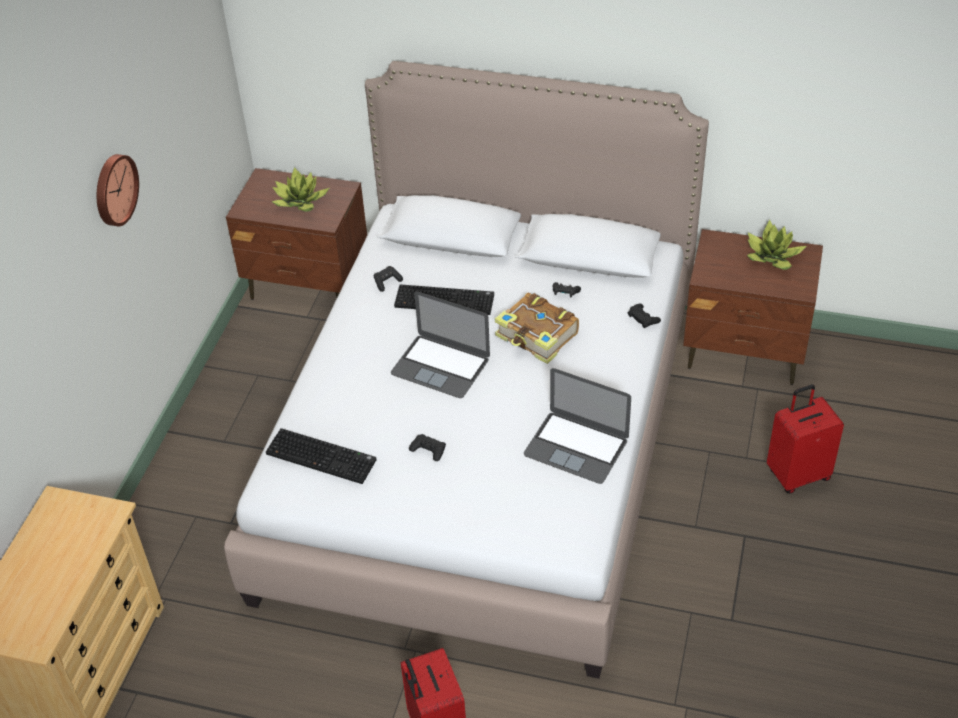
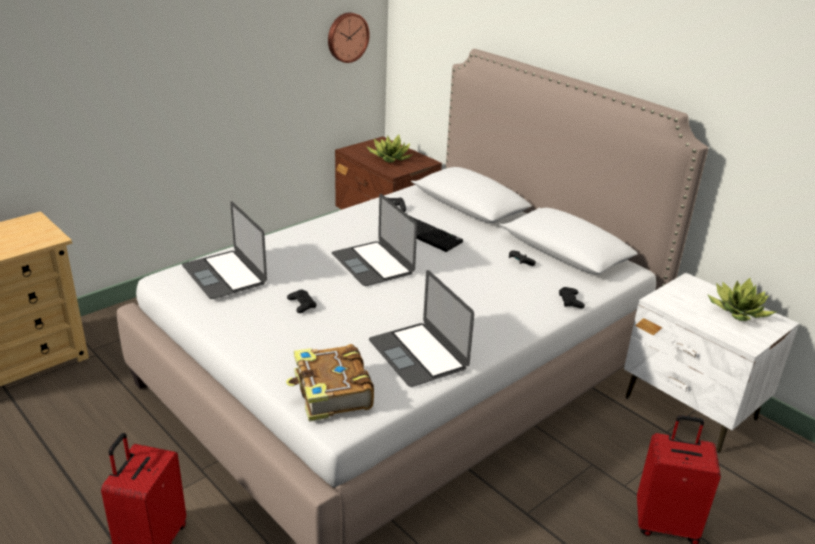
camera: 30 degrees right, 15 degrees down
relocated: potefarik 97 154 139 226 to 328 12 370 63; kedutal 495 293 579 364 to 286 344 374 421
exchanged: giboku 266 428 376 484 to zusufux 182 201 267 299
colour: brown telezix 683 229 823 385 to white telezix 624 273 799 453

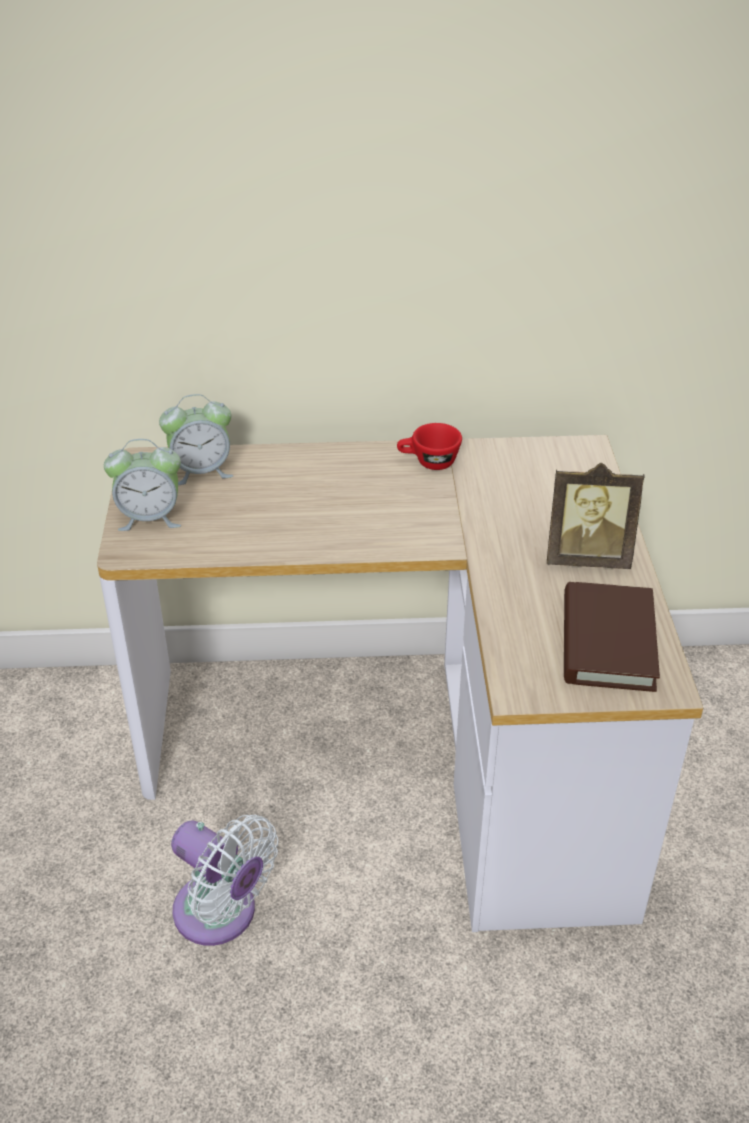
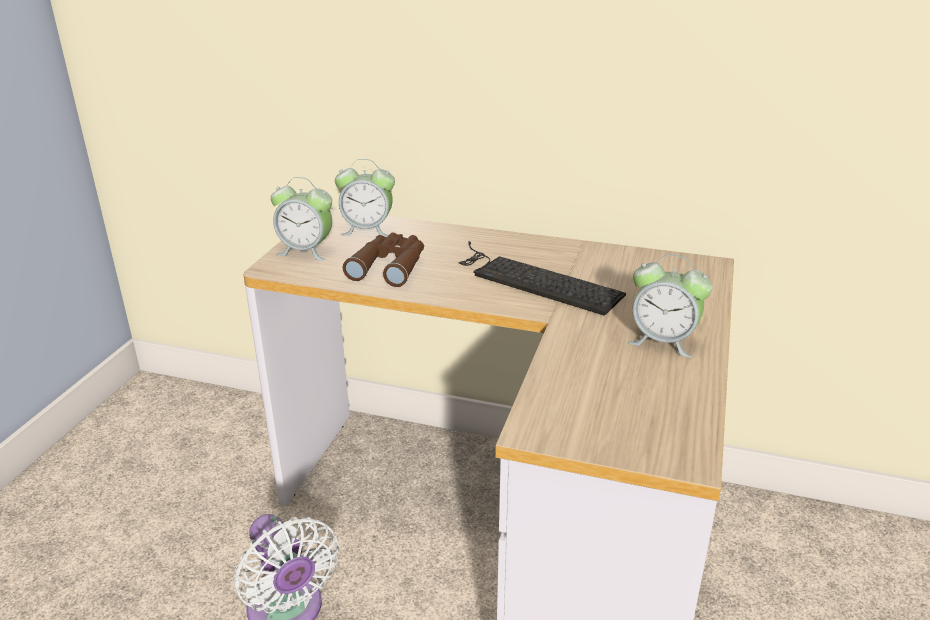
camera: 20 degrees right, 10 degrees down
missing: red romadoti 397 423 462 470; brown kedutal 564 582 660 692
appeared: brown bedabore 343 232 424 287; giboku 459 241 626 316
exchanged: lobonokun 547 463 645 569 to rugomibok 628 254 713 358

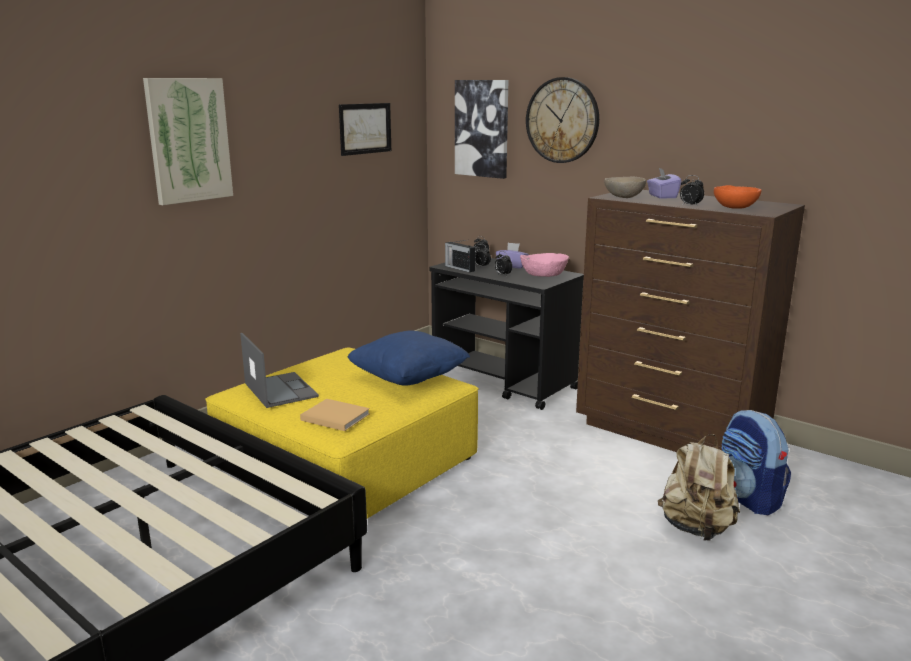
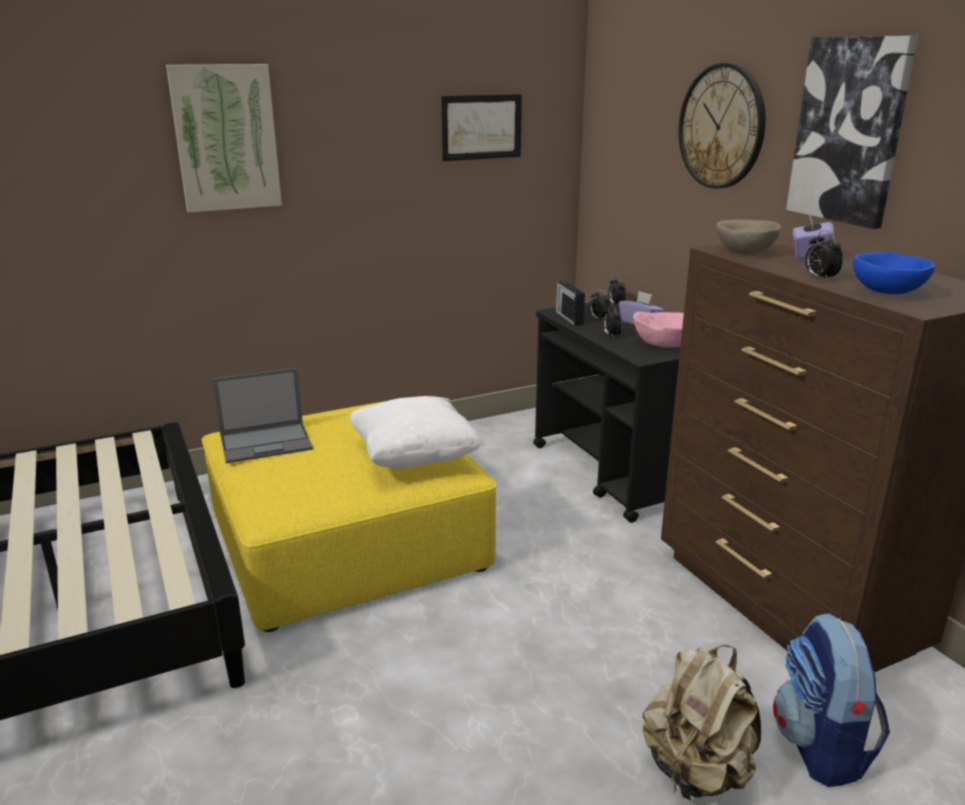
camera: 25 degrees right, 5 degrees up
missing: beige kedutal 300 399 370 431
relocated: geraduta 455 80 508 179 to 786 36 918 229
colour: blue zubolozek 348 330 470 386 to white zubolozek 349 396 484 468; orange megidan 714 185 762 209 to blue megidan 853 252 935 294
spun: zusufux 240 333 319 408 = 213 368 313 463 75 degrees clockwise

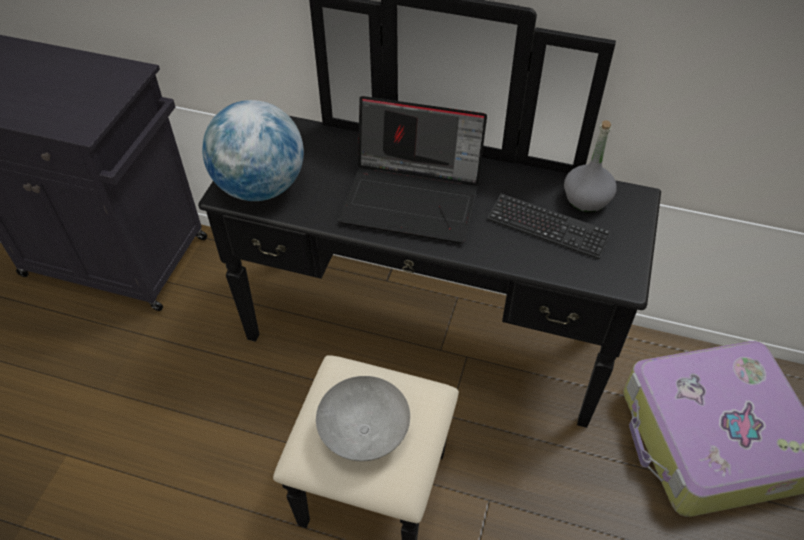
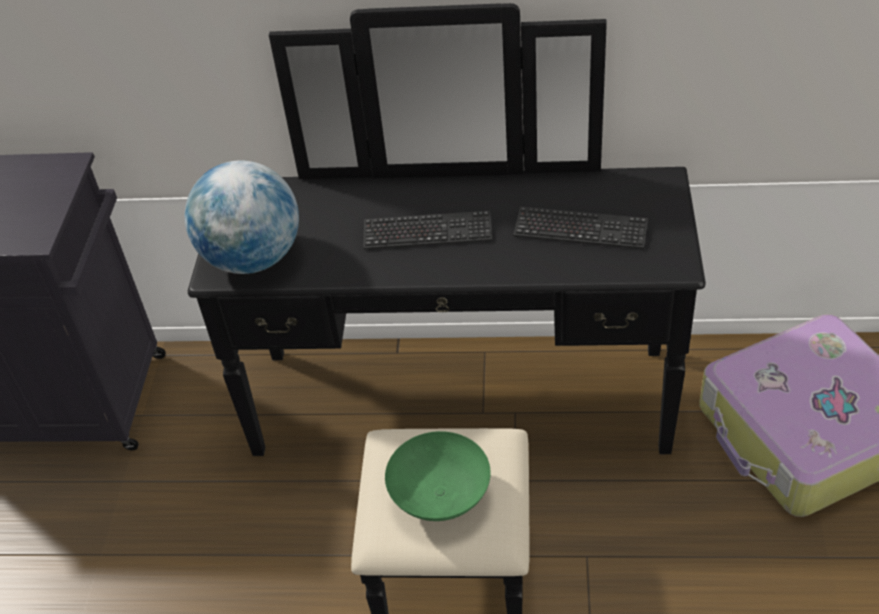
camera: 10 degrees left, 5 degrees down
missing: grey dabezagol 564 120 617 212
exchanged: zusufux 339 96 487 244 to giboku 364 211 492 250
colour: grey megidan 316 376 410 461 to green megidan 385 431 491 521

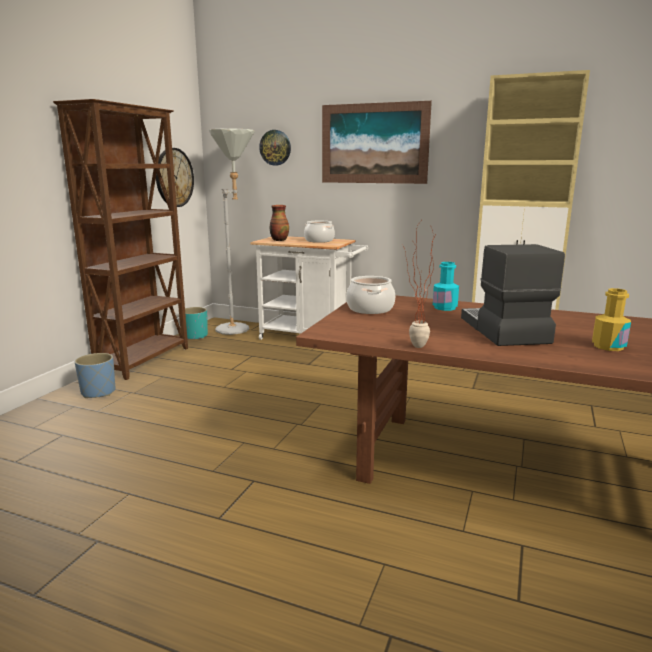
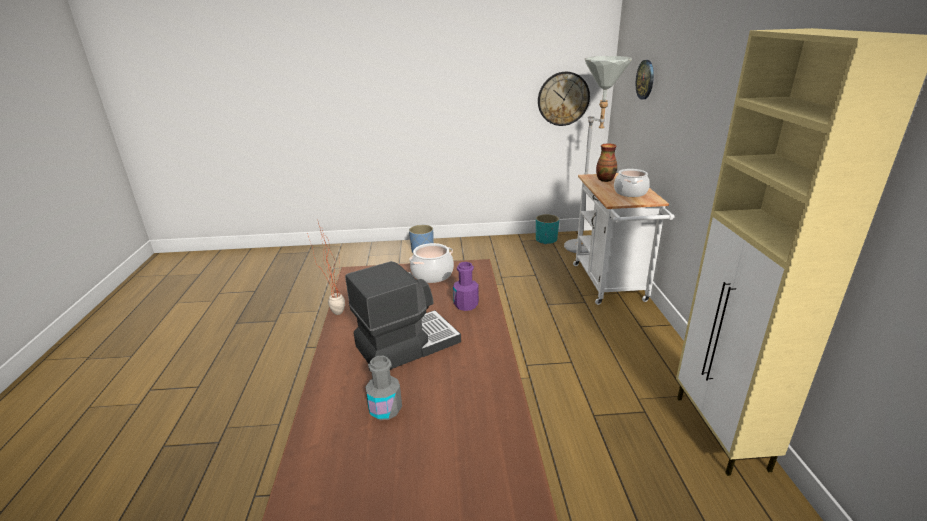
camera: 65 degrees right, 10 degrees up
missing: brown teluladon 53 99 188 380; geraduta 322 101 432 184
colour: turquoise dabezagol 433 262 459 311 to purple dabezagol 453 262 479 311; yellow dabezagol 592 288 631 351 to grey dabezagol 365 356 402 420

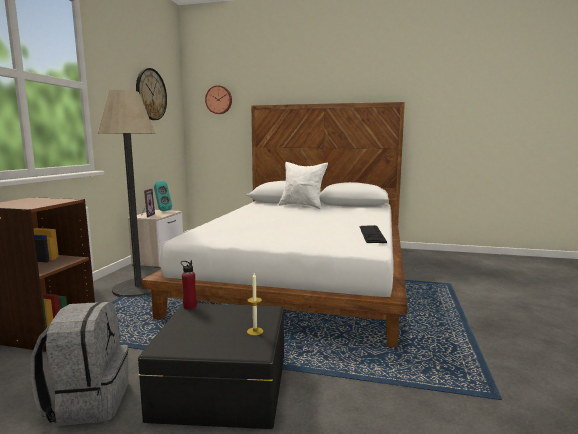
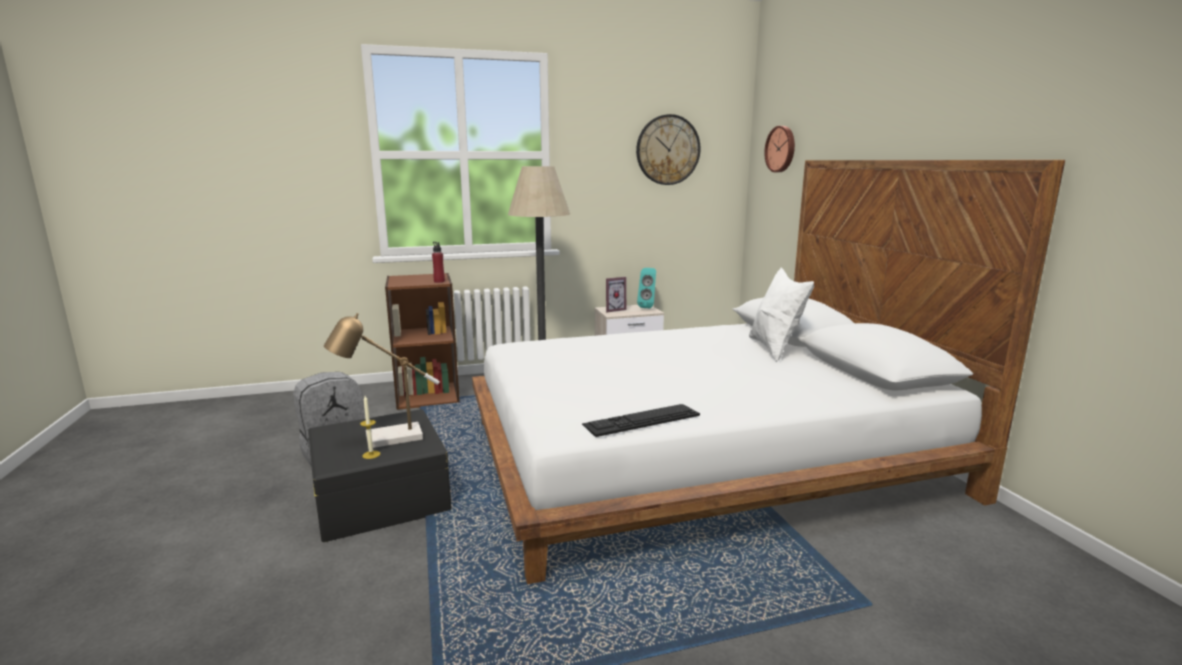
camera: 60 degrees right, 5 degrees up
appeared: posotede 324 313 440 448
relocated: red dabezagol 181 260 197 309 to 432 242 445 283

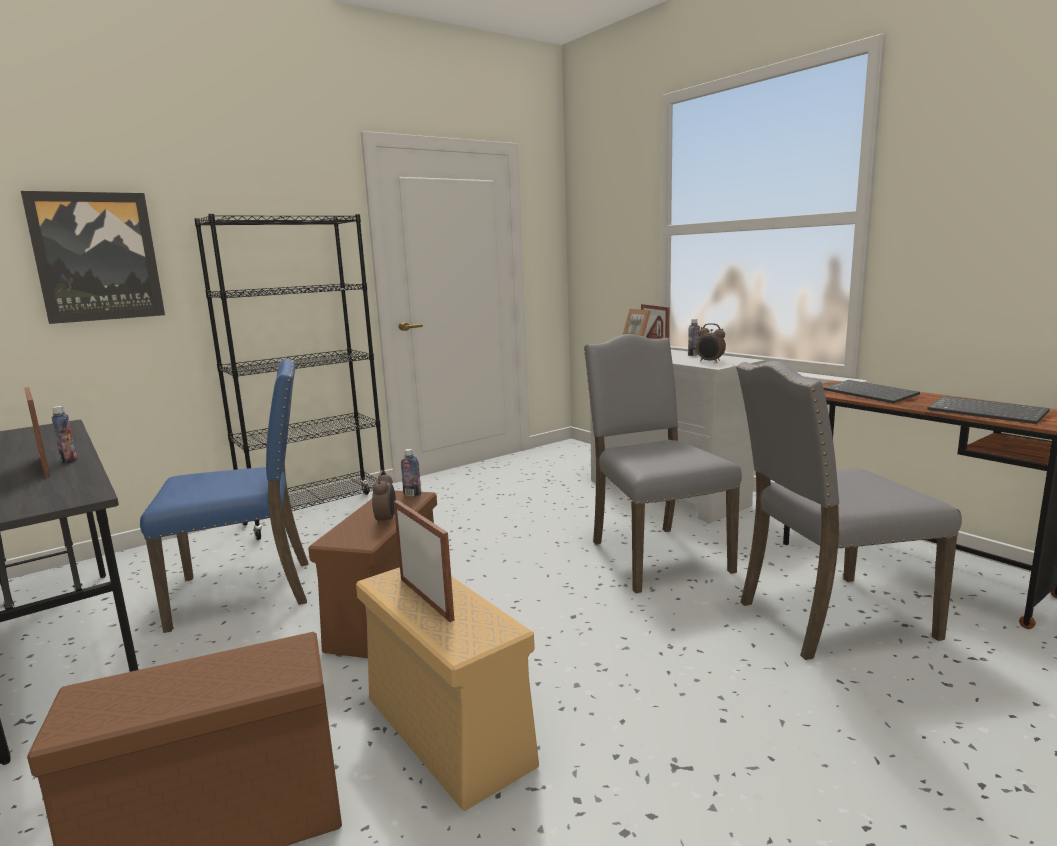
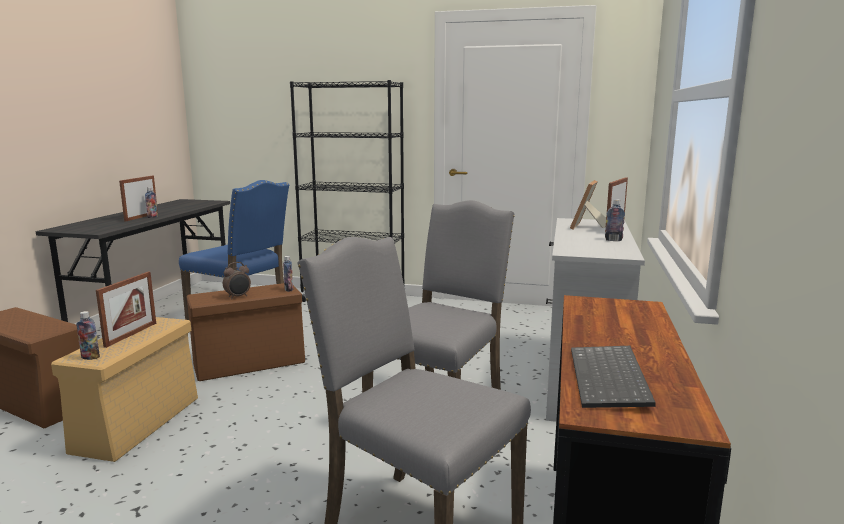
camera: 50 degrees right, 0 degrees up
missing: geraduta 21 191 165 324; rugomibok 696 323 726 363; giboku 823 380 920 404
appeared: dabezagol 77 311 100 360

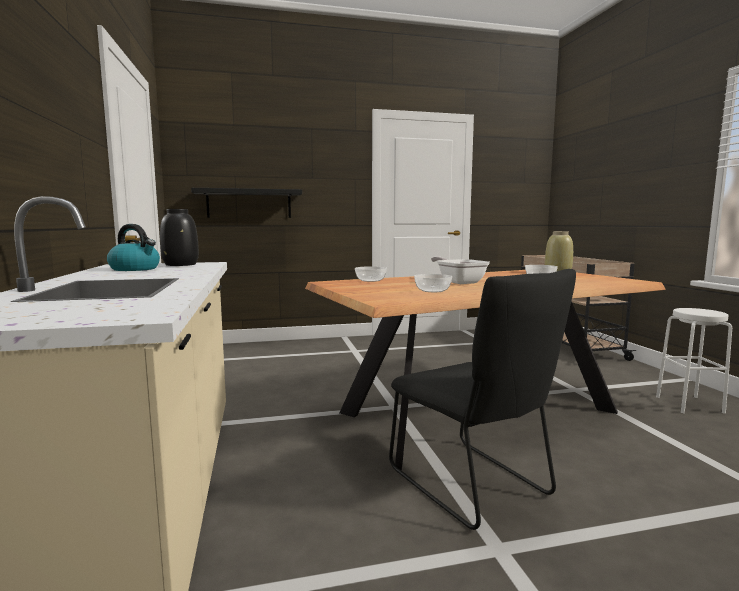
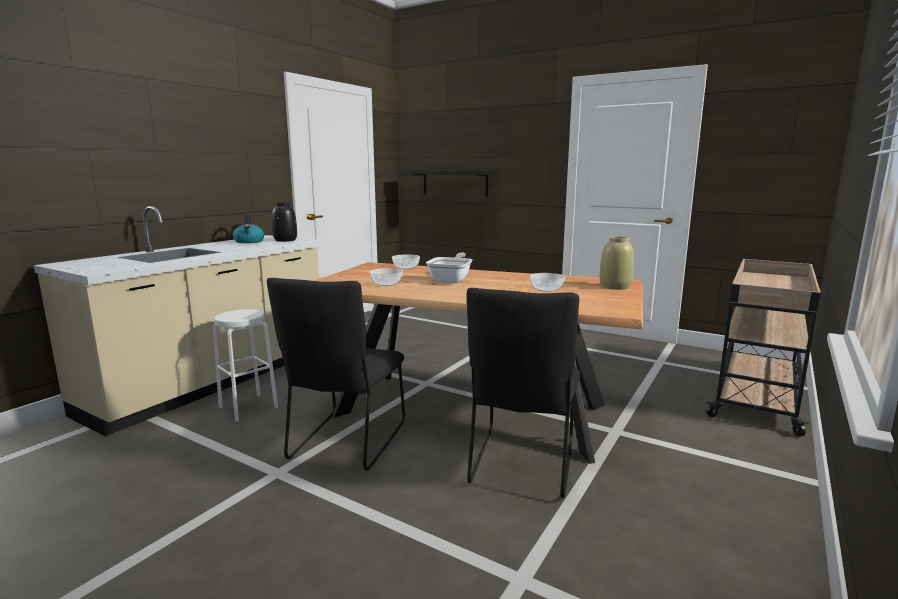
camera: 45 degrees right, 5 degrees up
appeared: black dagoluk 467 288 580 499
relocated: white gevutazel 656 308 732 414 to 213 309 278 421

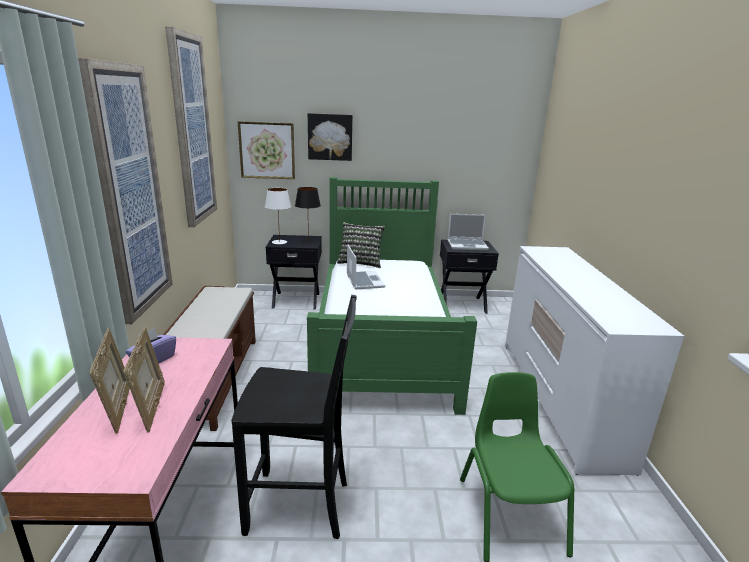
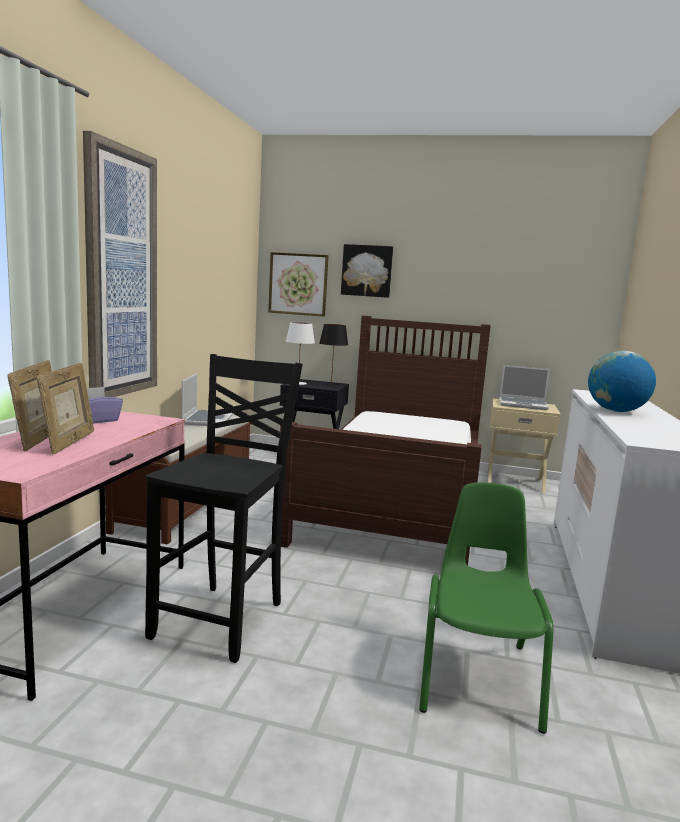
camera: 15 degrees right, 10 degrees down
missing: geraduta 165 26 217 227; zubolozek 337 222 385 268
appeared: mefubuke 588 351 656 412
relocated: zusufux 347 245 386 290 to 181 373 233 426
colour: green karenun 307 177 477 415 to brown karenun 280 316 491 565; black telezix 440 240 499 314 to beige telezix 487 398 561 494
spun: black dagoluk 232 295 357 539 = 145 354 303 663 90 degrees counterclockwise

